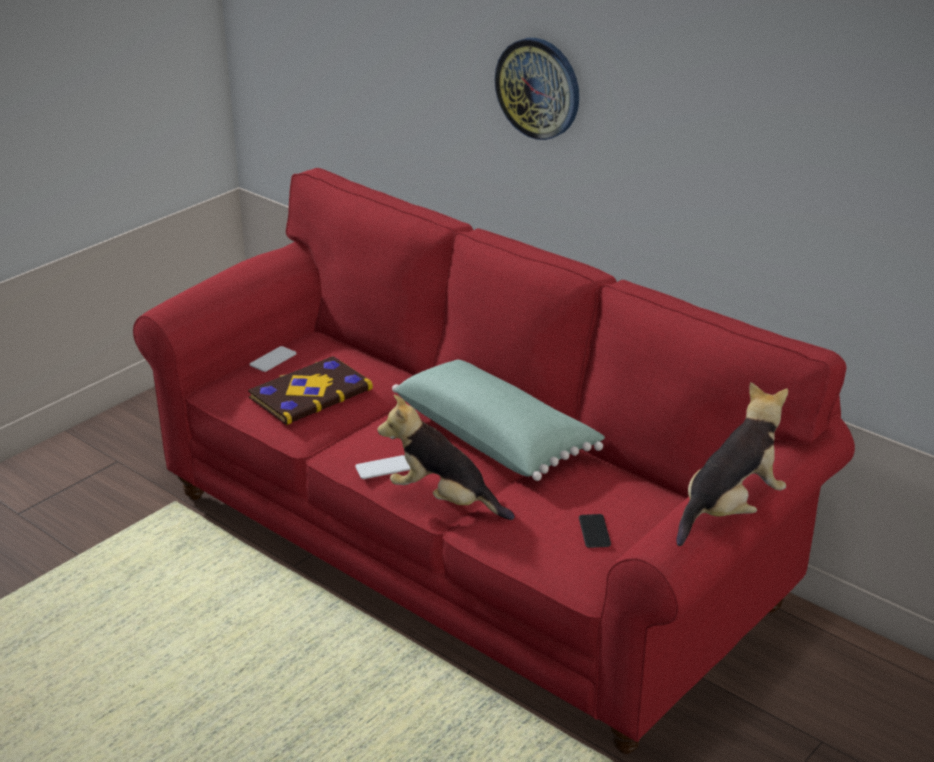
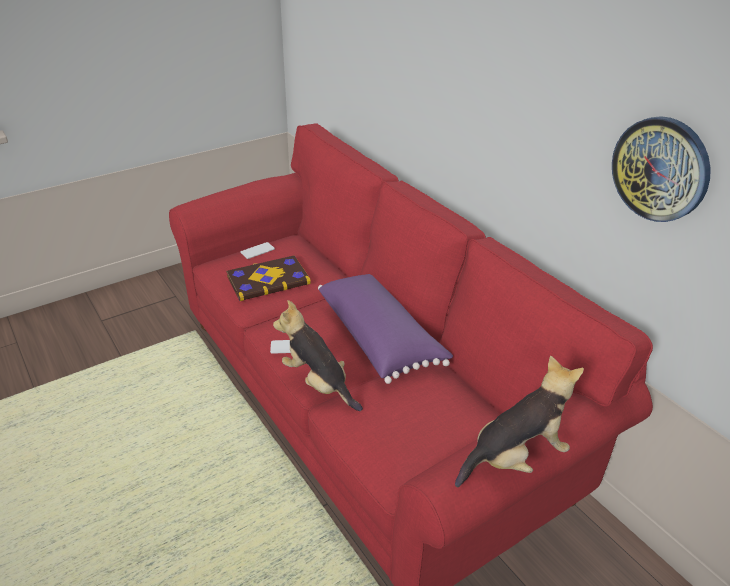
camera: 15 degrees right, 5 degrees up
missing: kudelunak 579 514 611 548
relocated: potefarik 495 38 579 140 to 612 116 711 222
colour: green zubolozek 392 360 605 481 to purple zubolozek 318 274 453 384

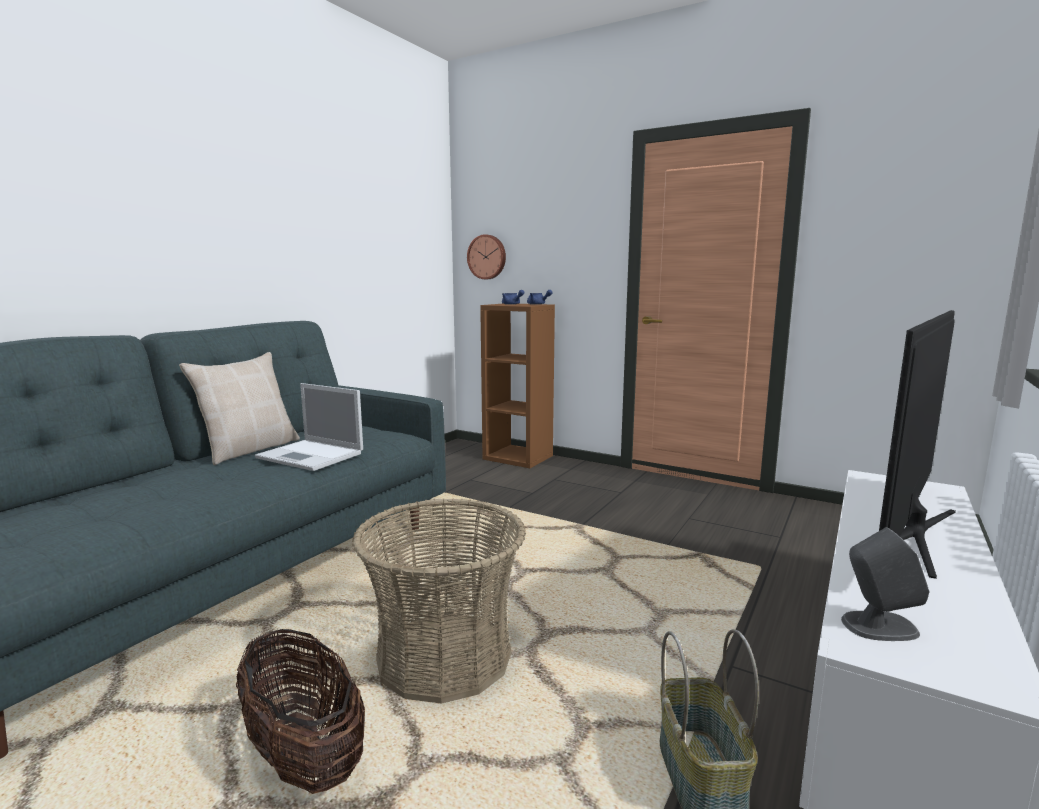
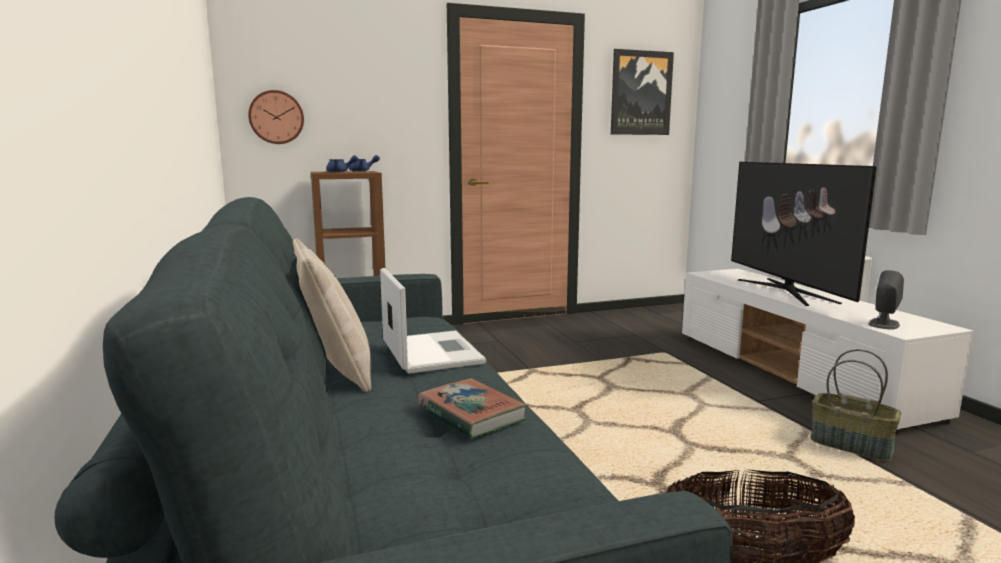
camera: 50 degrees left, 0 degrees up
missing: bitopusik 352 498 526 704
appeared: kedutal 418 378 527 439; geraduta 611 49 674 135
spun: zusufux 255 383 363 471 = 380 268 486 374 90 degrees counterclockwise

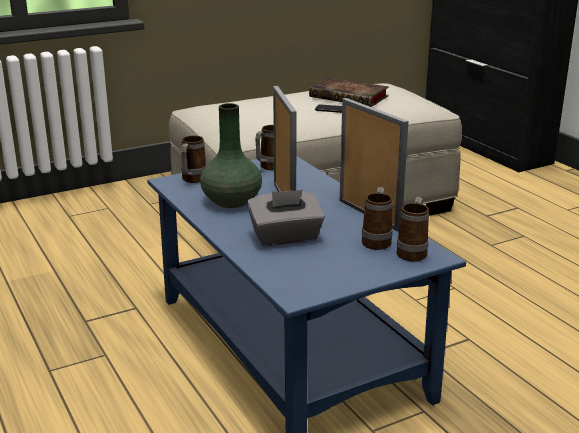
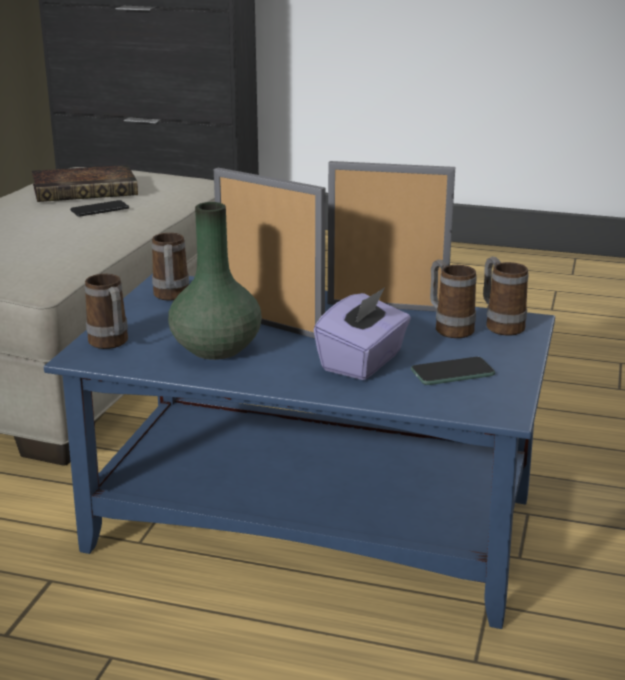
camera: 45 degrees left, 0 degrees up
appeared: kudelunak 411 357 495 385
colour: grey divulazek 247 190 325 246 to purple divulazek 314 288 411 380

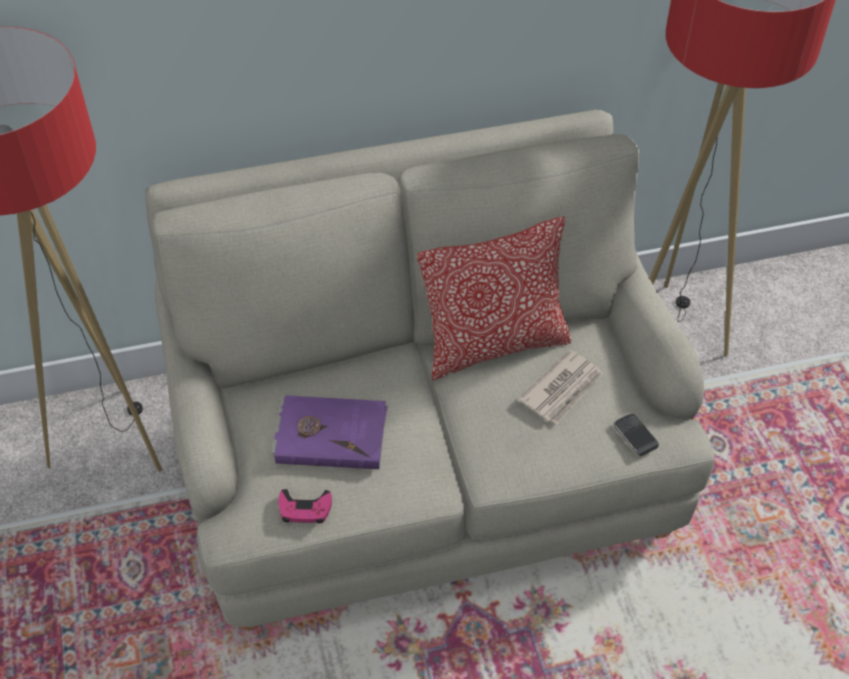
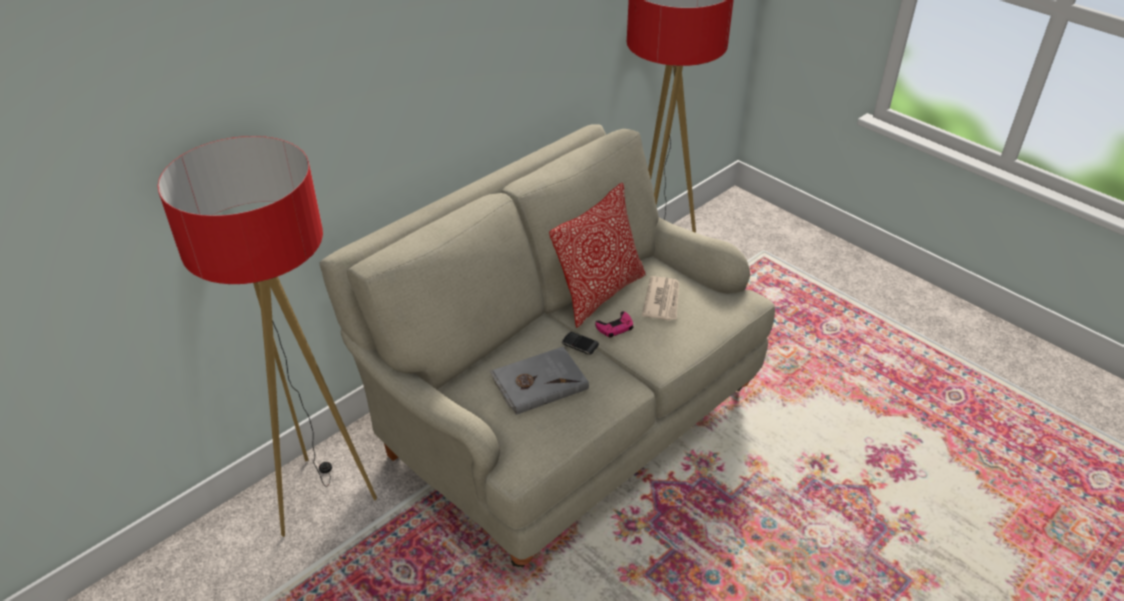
camera: 30 degrees left, 10 degrees down
relocated: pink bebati 278 489 332 524 to 596 311 633 337; kudelunak 613 413 659 456 to 562 332 599 355
colour: purple kedutal 272 395 388 469 to grey kedutal 490 347 589 415

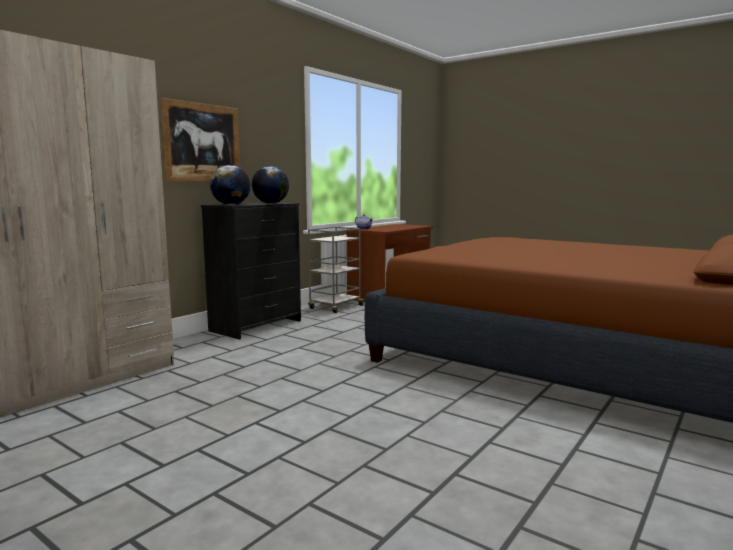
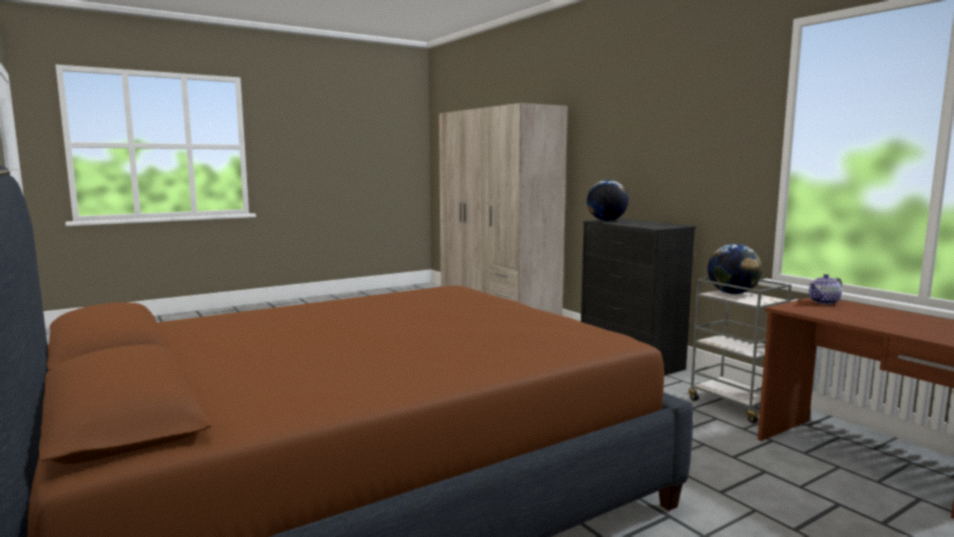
camera: 110 degrees right, 0 degrees up
missing: geraduta 160 98 240 182
relocated: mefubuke 252 166 289 204 to 708 244 762 294

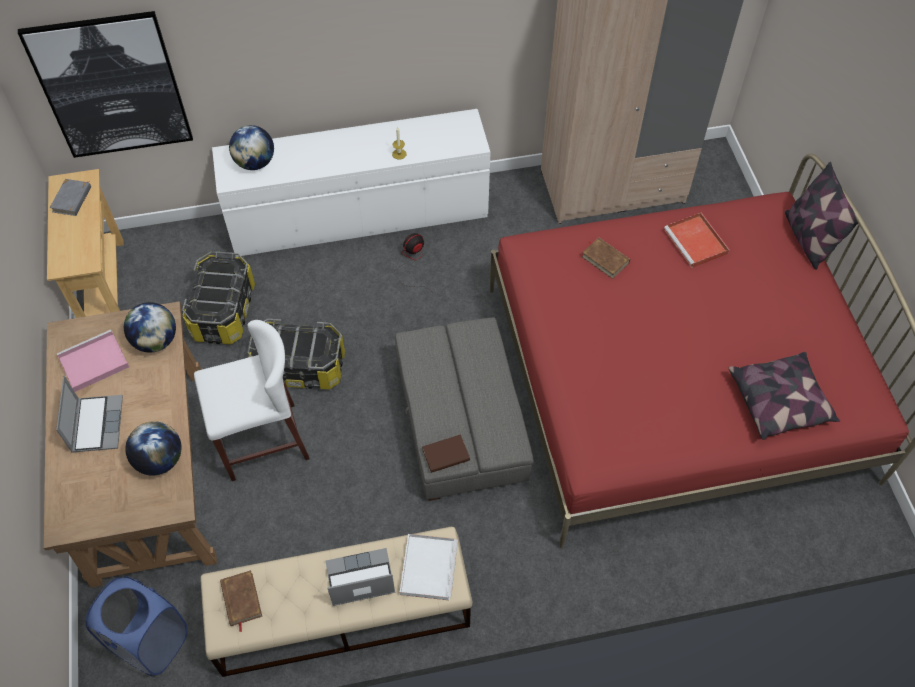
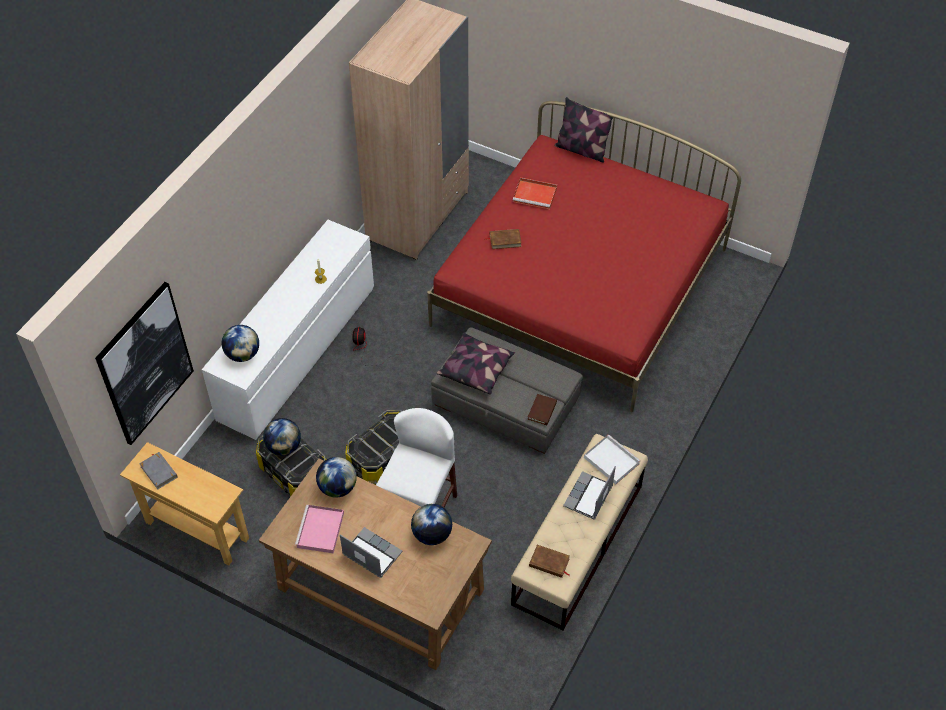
camera: 50 degrees left, 5 degrees down
missing: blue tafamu 86 576 188 676
appeared: mefubuke 263 418 301 455
relocated: zubolozek 729 352 840 440 to 437 332 515 394

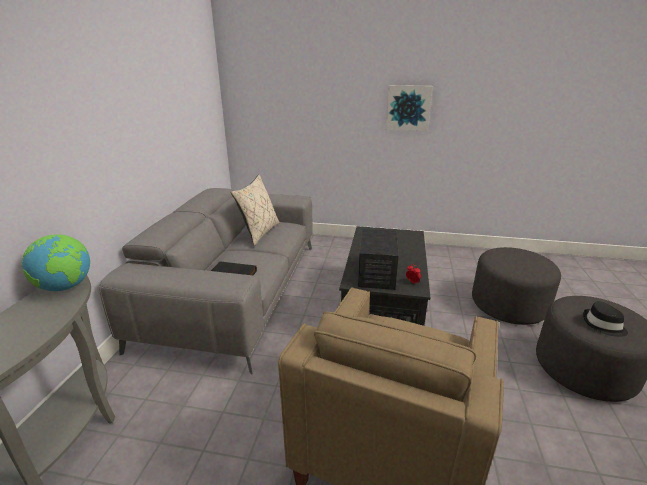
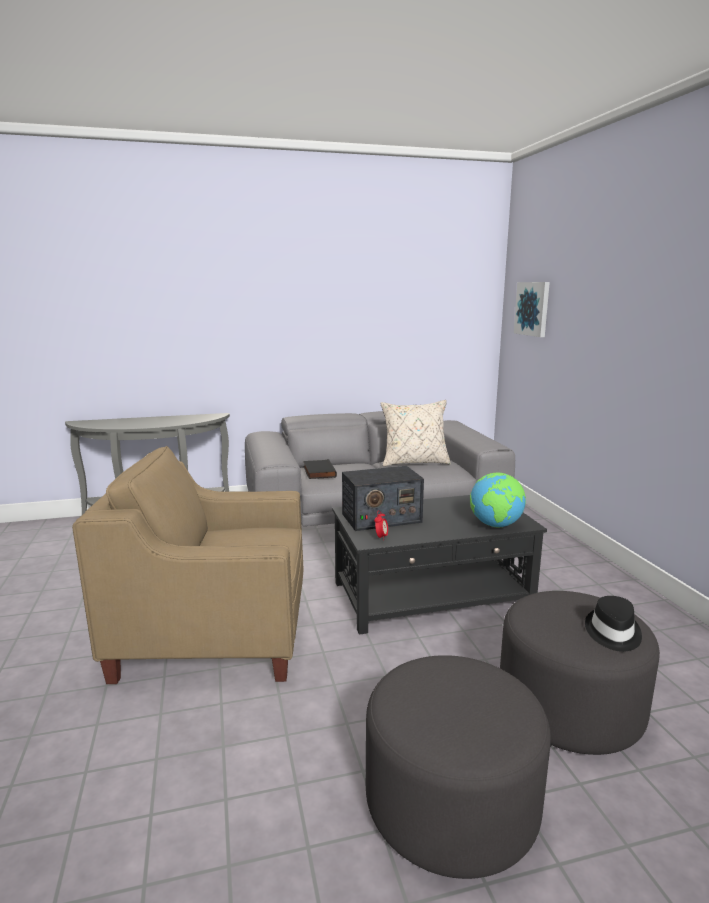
camera: 65 degrees right, 10 degrees down
relocated: mefubuke 22 234 90 291 to 470 473 526 527; geraduta 386 85 433 131 to 514 282 550 337; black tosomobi 583 301 628 337 to 585 596 642 652

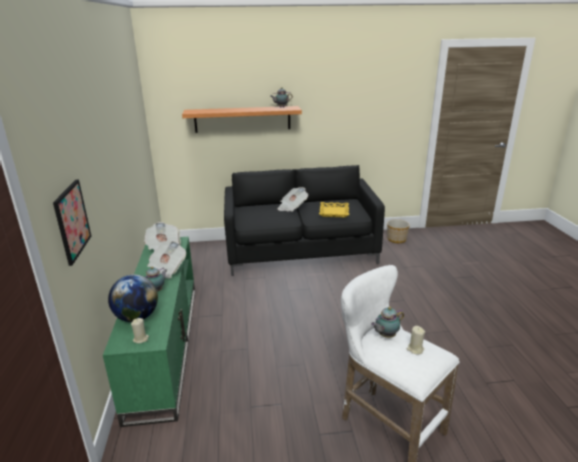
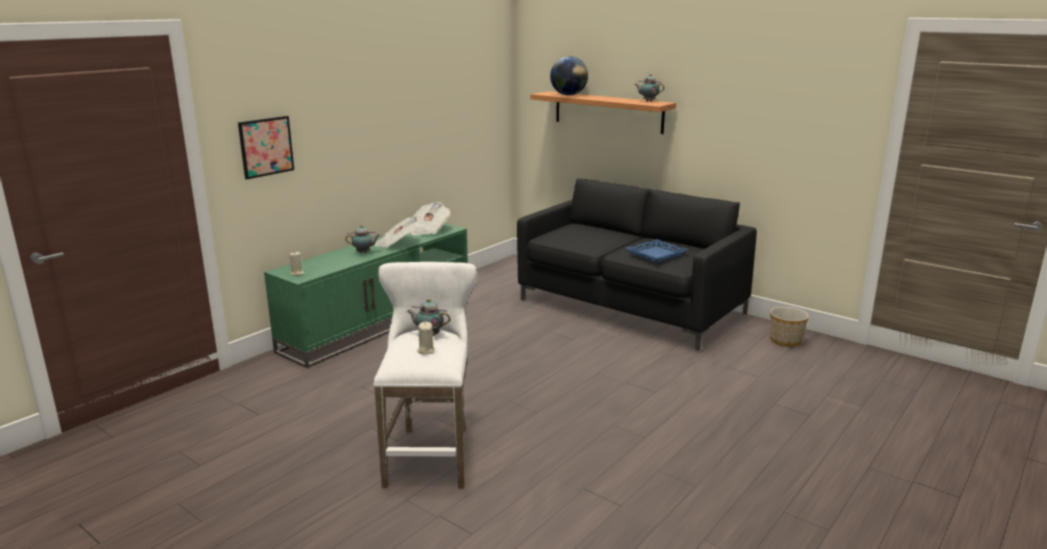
camera: 45 degrees right, 5 degrees down
missing: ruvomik 277 187 308 212
relocated: mefubuke 108 275 158 322 to 550 56 588 95
colour: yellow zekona 319 202 349 217 to blue zekona 626 239 688 262

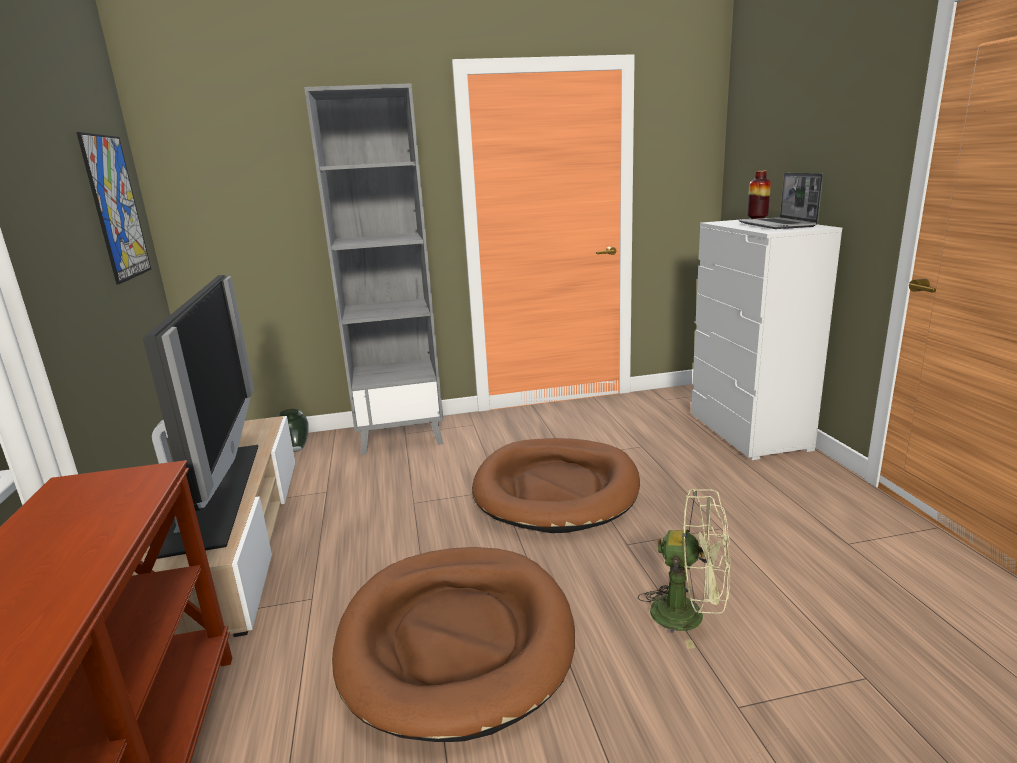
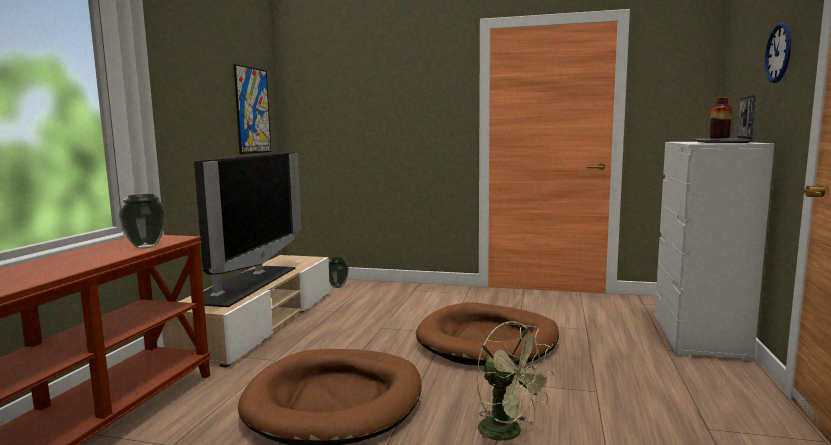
camera: 25 degrees right, 10 degrees down
missing: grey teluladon 304 83 443 455
appeared: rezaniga 119 194 166 249; potefarik 765 23 791 83

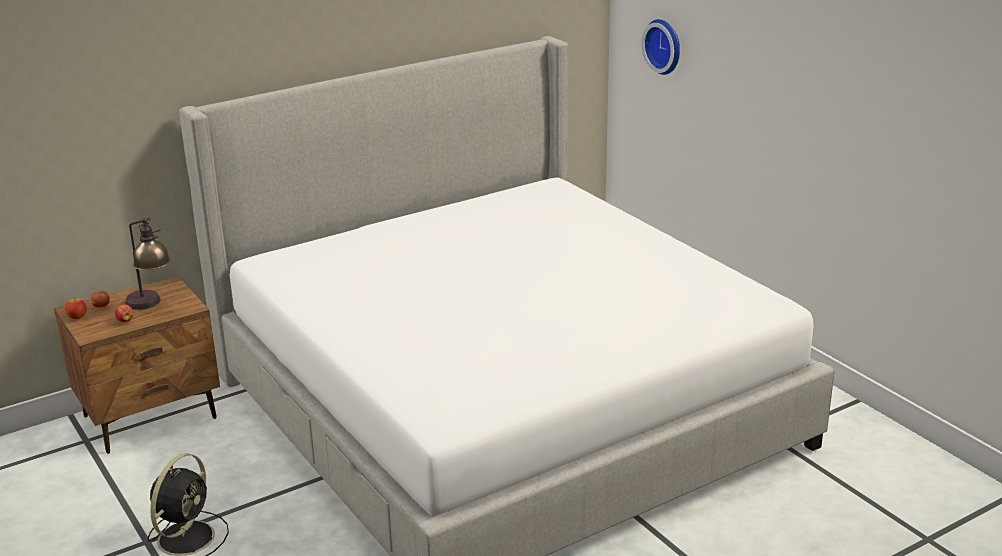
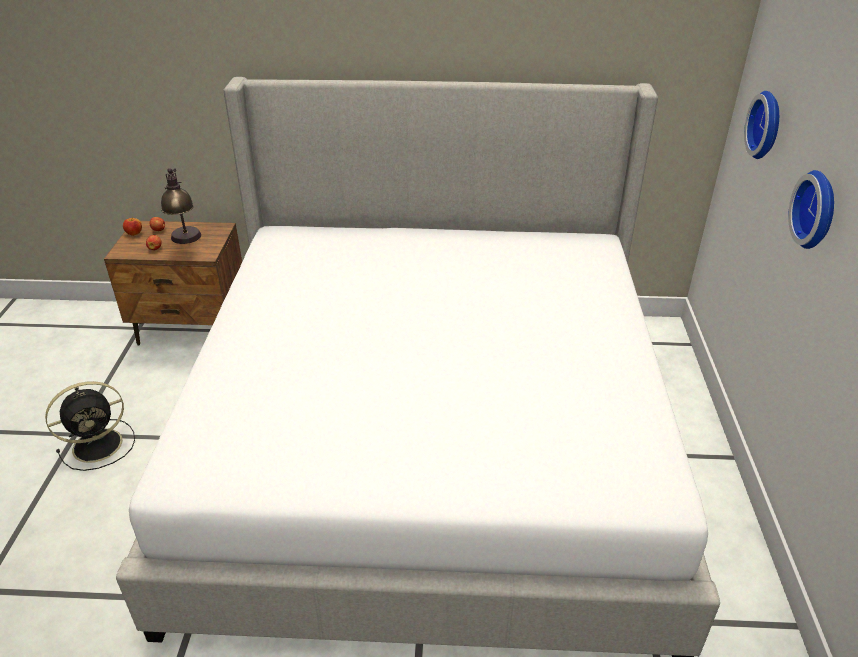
camera: 35 degrees right, 10 degrees up
appeared: potefarik 788 170 834 249

